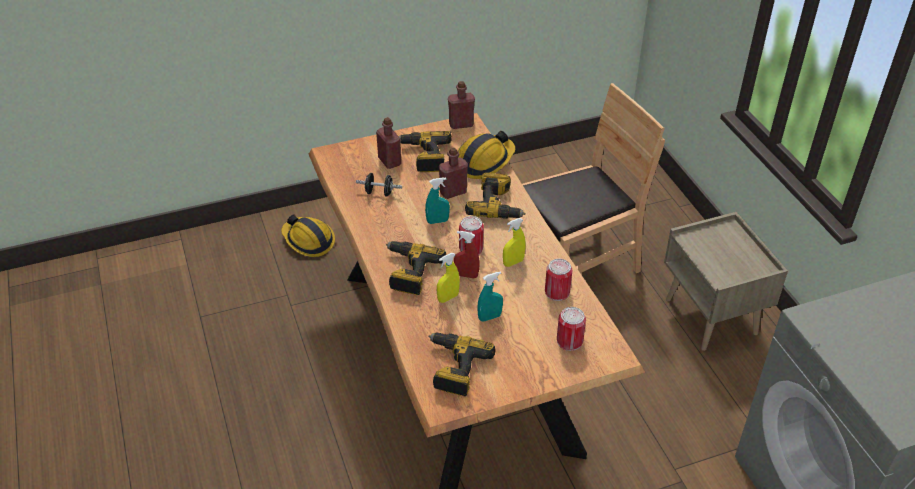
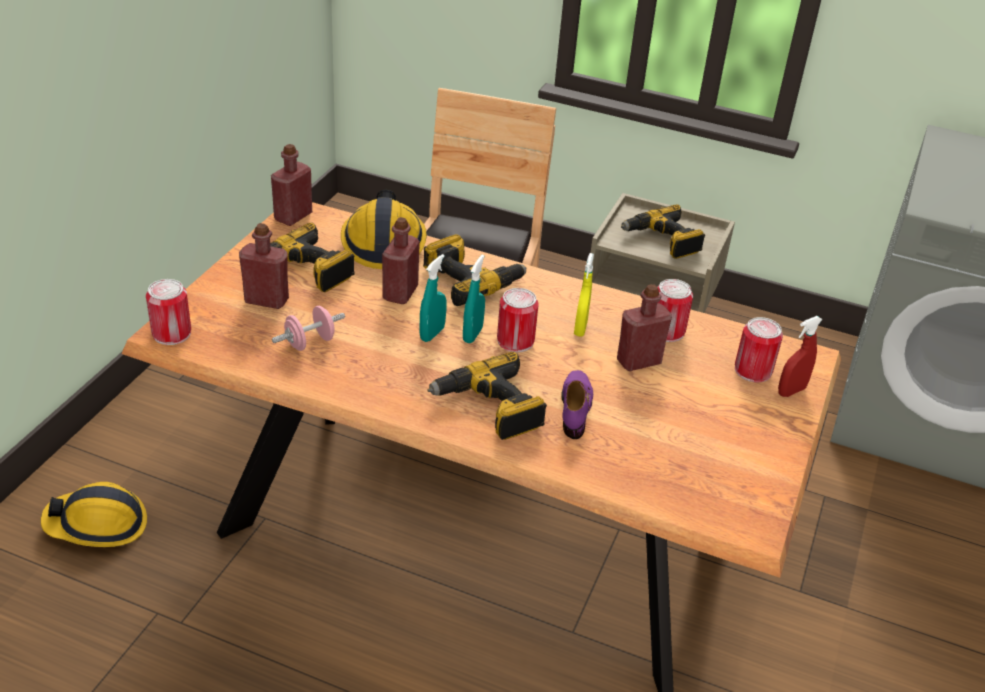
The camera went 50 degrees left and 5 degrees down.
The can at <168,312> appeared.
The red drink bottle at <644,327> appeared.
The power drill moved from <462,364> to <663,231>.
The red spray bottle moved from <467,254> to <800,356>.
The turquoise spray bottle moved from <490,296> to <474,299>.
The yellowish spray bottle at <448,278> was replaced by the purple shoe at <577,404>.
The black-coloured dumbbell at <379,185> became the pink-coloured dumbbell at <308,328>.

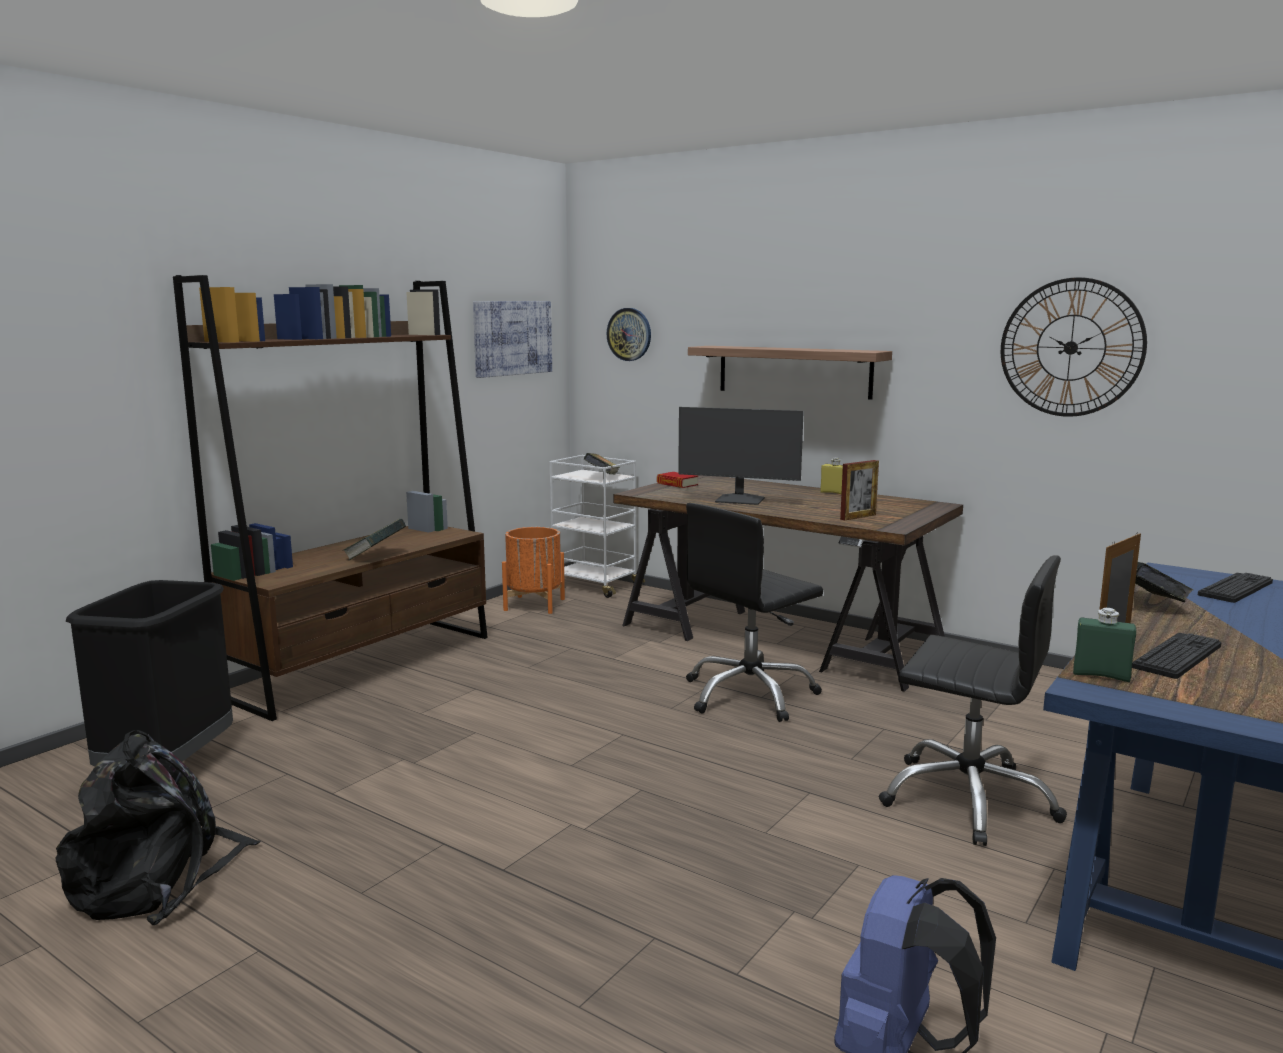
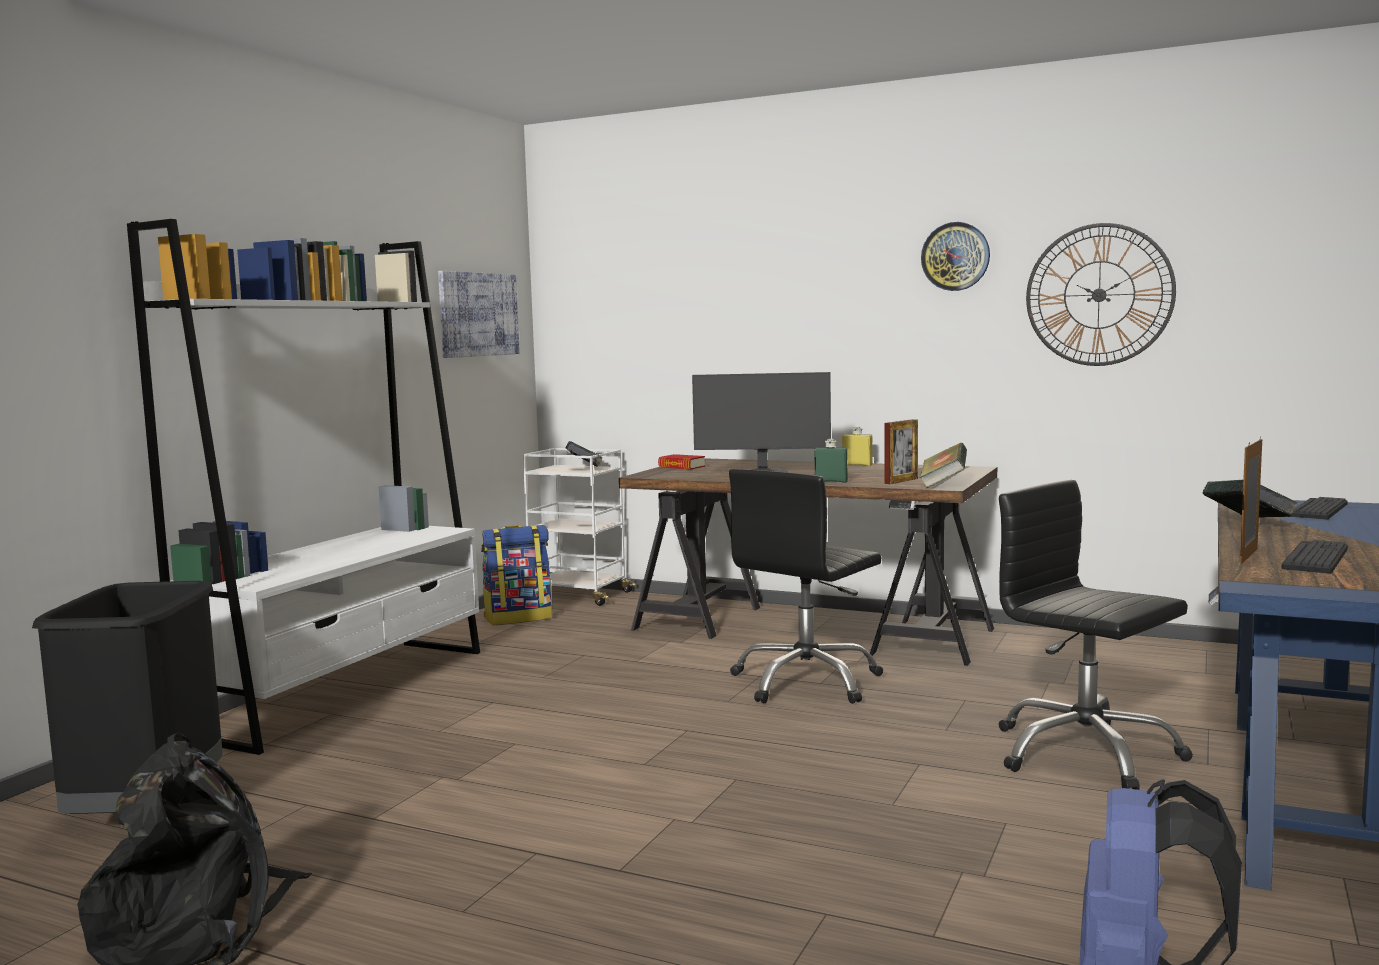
The camera went 10 degrees left and 5 degrees down.
The wall shelf at <790,373> disappeared.
The book moved from <374,539> to <943,465>.
The wall clock moved from <629,334> to <955,256>.
The green-coloured drink bottle moved from <1104,645> to <831,461>.
The orange-coloured planter at <533,570> was replaced by the backpack at <516,575>.
The brown-coloured bookshelf at <330,498> became the white bookshelf at <303,487>.
The black-coloured desk chair at <973,700> turned 150 degrees counterclockwise.

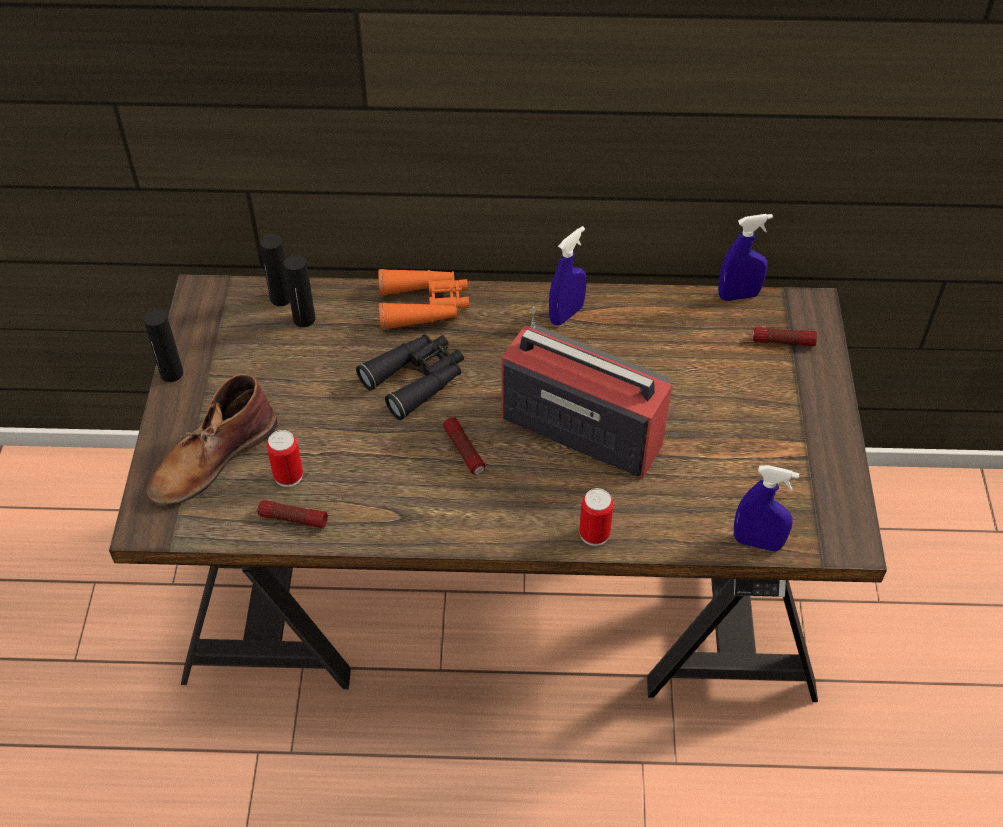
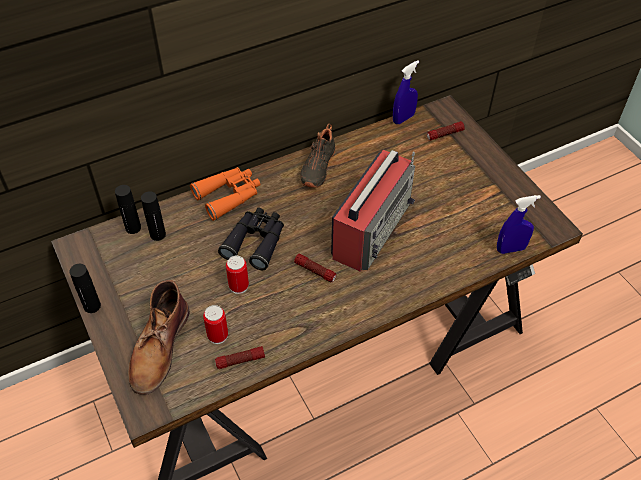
The camera went 30 degrees left and 0 degrees up.
The can moved from <596,517> to <237,275>.
The blue spray bottle at <567,275> was replaced by the black-coloured shoe at <318,156>.
The radio at <587,392> turned 120 degrees clockwise.

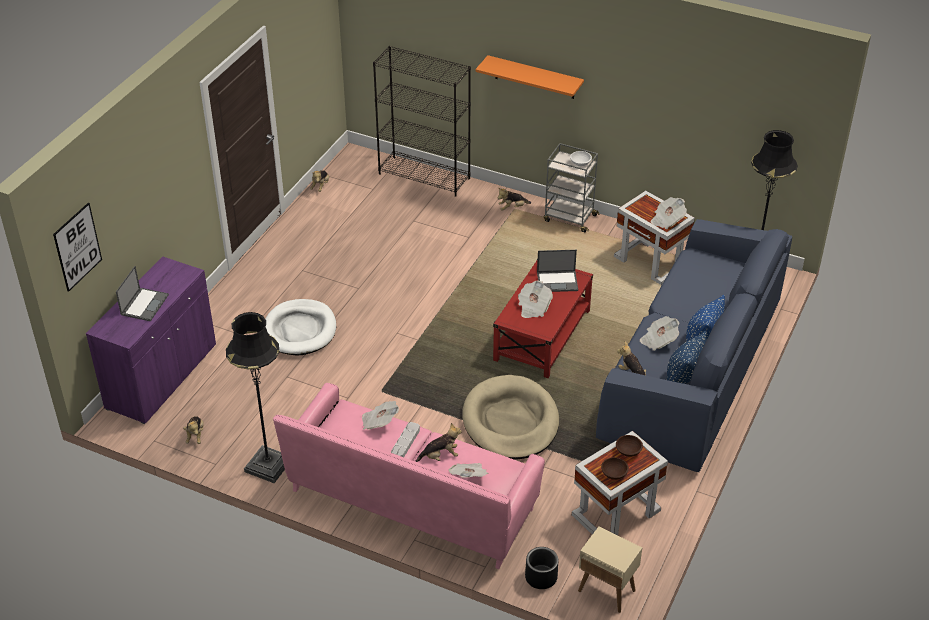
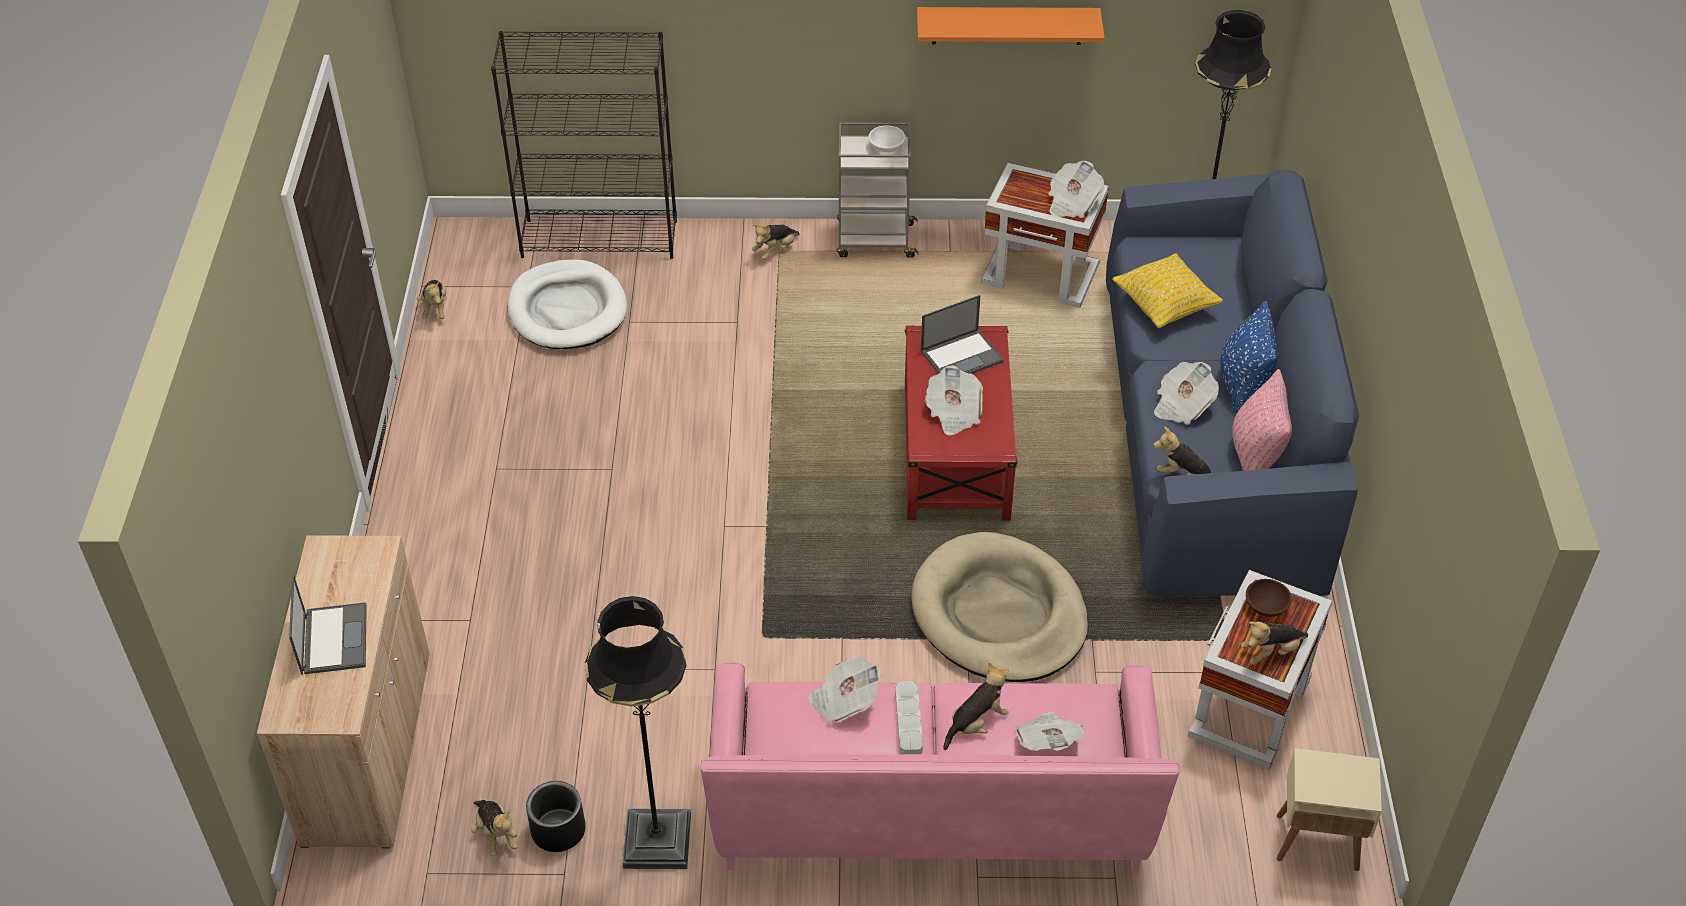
The camera went 25 degrees left and 5 degrees up.
The wall picture at <77,247> disappeared.
The yellowish pillow at <1167,291> appeared.
The white dog bed moved from <300,327> to <567,304>.
The orange-coloured wall shelf moved from <529,77> to <1011,26>.
The black-coloured planter moved from <541,568> to <556,816>.
The brown-coloured deep dish at <615,468> was replaced by the soft toy at <1274,643>.
The purple cabinet at <151,340> became the beige-coloured cabinet at <343,692>.
The blue pillow at <687,357> became the pink-coloured pillow at <1262,420>.

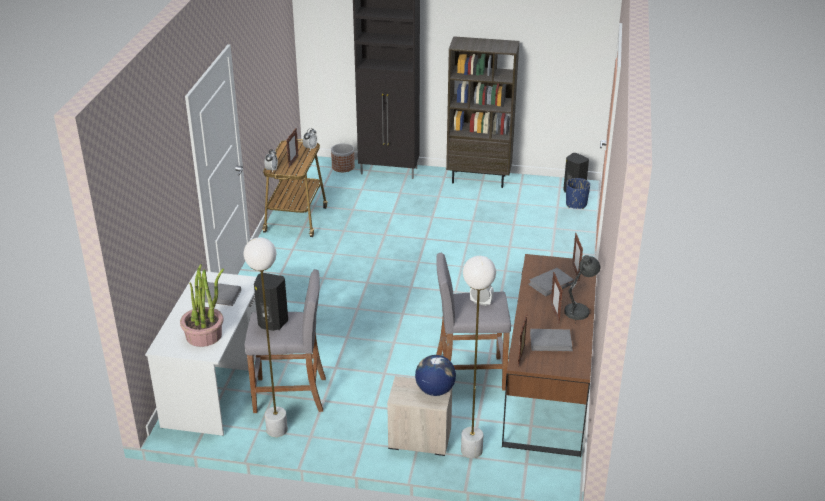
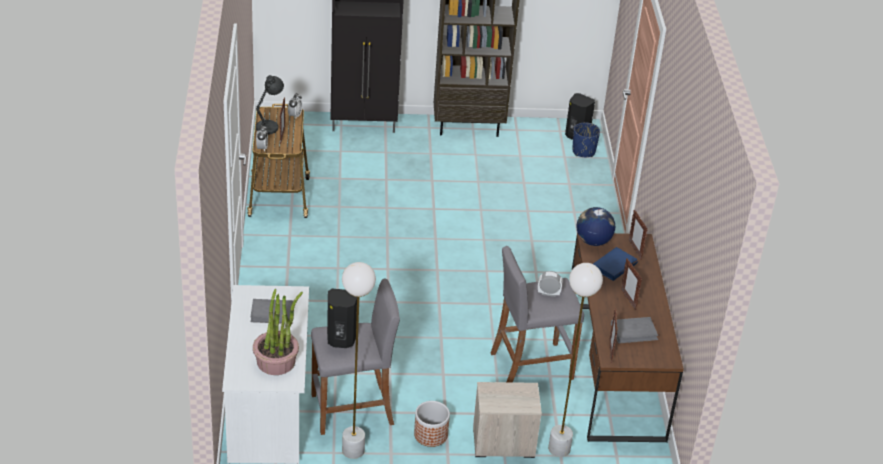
The camera went 15 degrees left and 5 degrees up.
The planter moved from <343,157> to <432,424>.
The desk globe moved from <435,375> to <596,226>.
The grey tabletop lamp moved from <582,290> to <270,105>.
The grey book at <551,282> became the blue book at <615,264>.

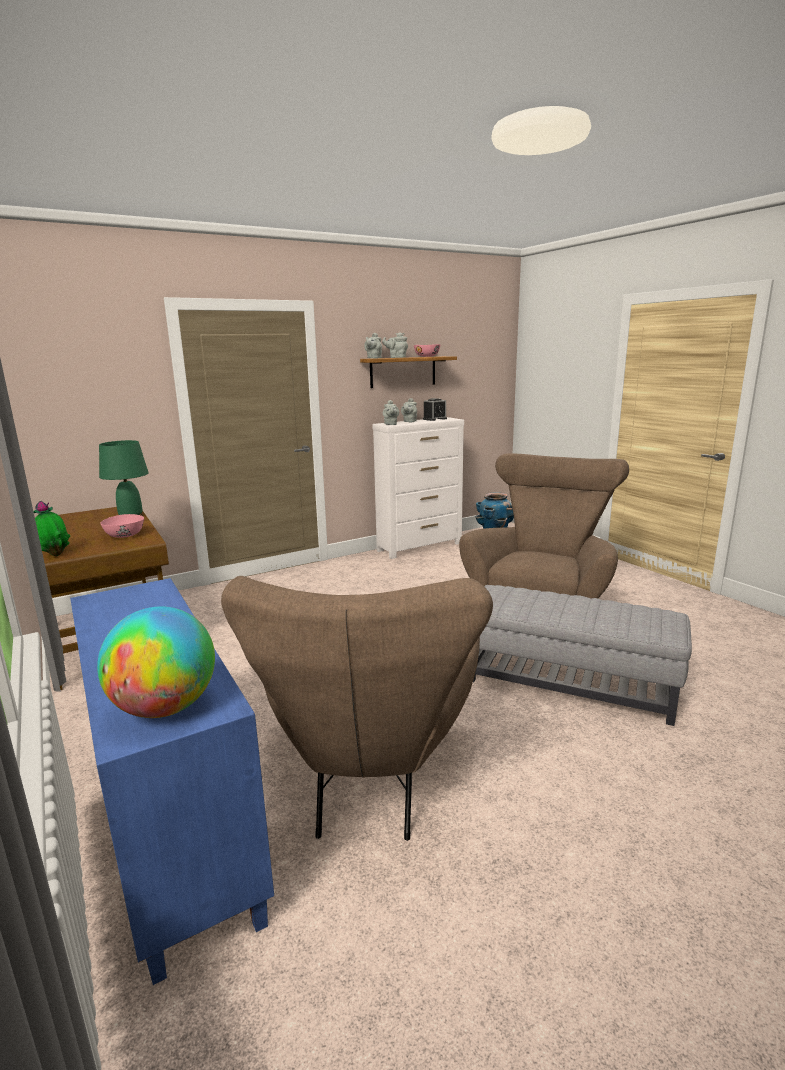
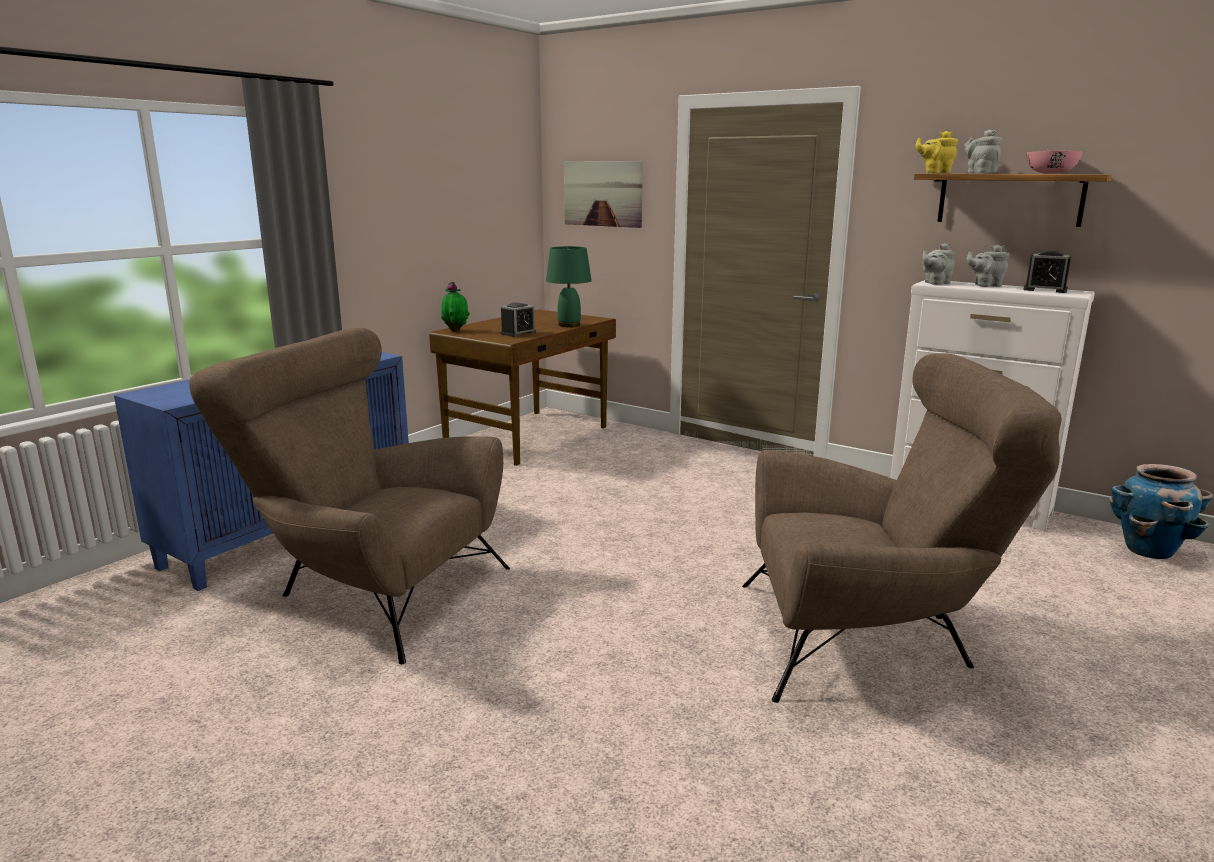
The camera went 65 degrees right and 0 degrees up.
The desk globe at <156,662> disappeared.
The grey pouffe at <582,655> disappeared.
The wall picture at <603,194> appeared.
The pink-coloured deep dish at <122,526> was replaced by the bedside clock at <518,319>.
The grey teapot at <373,345> became the yellowish teapot at <936,152>.
The brown-coloured armchair at <357,708> turned 45 degrees clockwise.

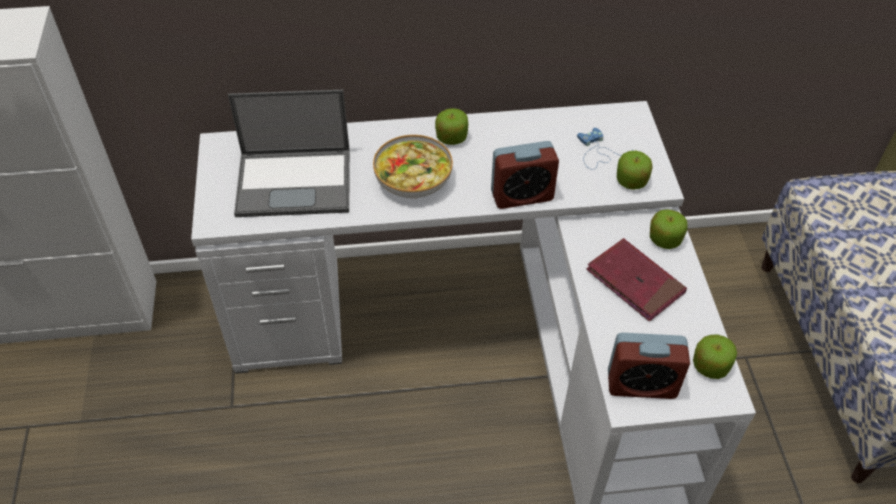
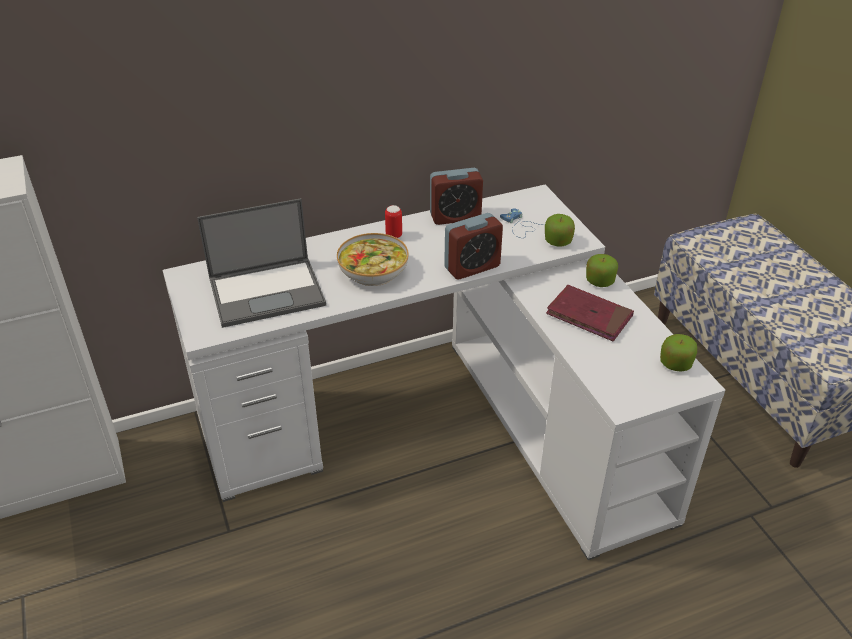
The camera went 15 degrees left and 10 degrees down.
The bedside clock moved from <649,366> to <456,196>.
The apple at <451,126> was replaced by the can at <393,221>.

